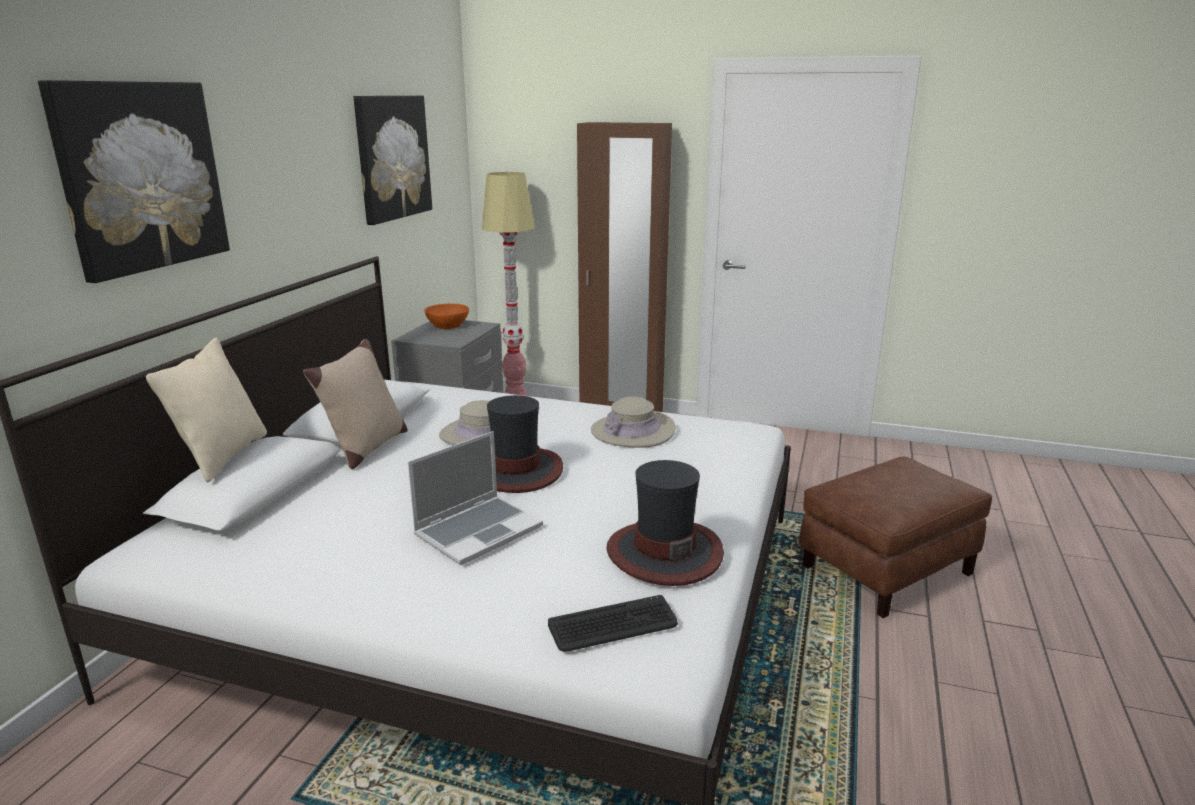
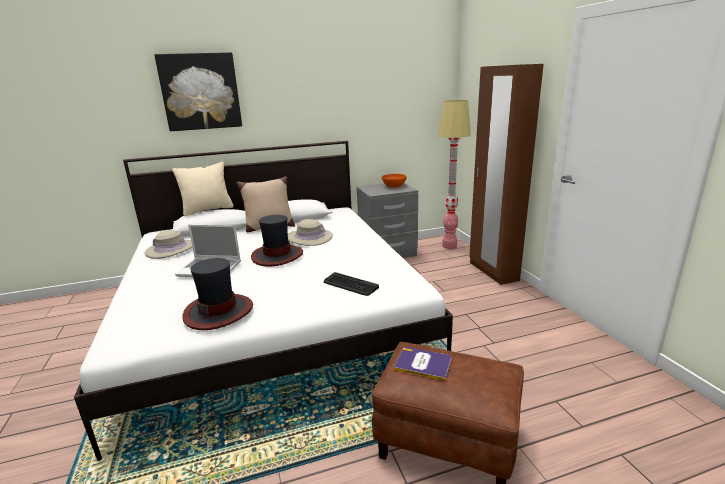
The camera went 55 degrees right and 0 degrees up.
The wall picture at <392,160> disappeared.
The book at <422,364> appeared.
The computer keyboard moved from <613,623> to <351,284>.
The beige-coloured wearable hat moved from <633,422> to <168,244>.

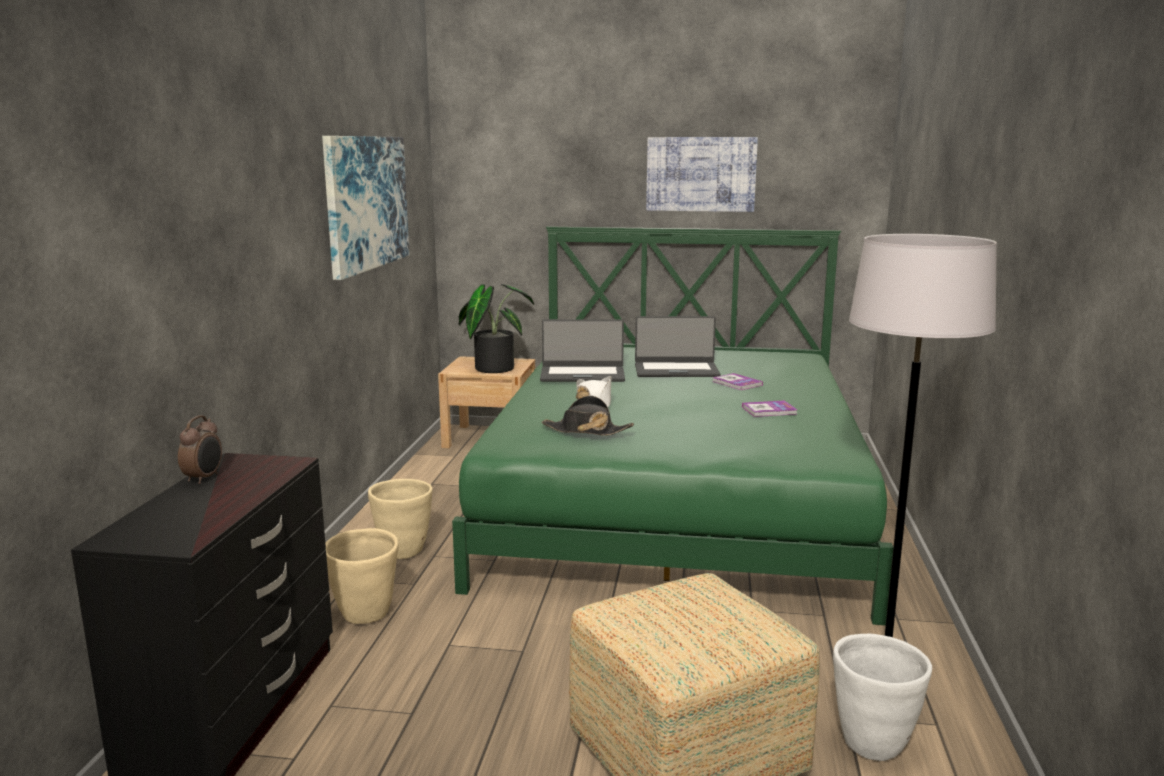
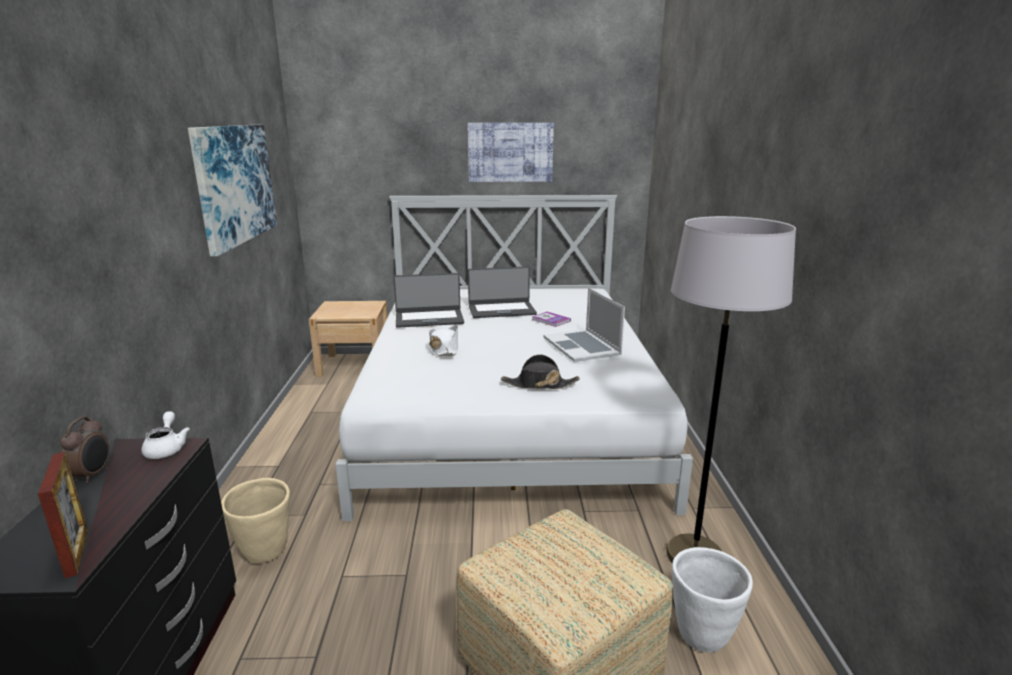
The camera went 10 degrees left and 5 degrees up.
The beige-coloured planter at <400,519> disappeared.
The houseplant at <496,328> disappeared.
The standing frame at <63,515> appeared.
The white teapot at <166,435> appeared.
The black-coloured wearable hat moved from <588,416> to <540,371>.
The book at <769,409> was replaced by the notebook computer at <584,325>.
The green-coloured bed at <672,425> became the white bed at <514,358>.

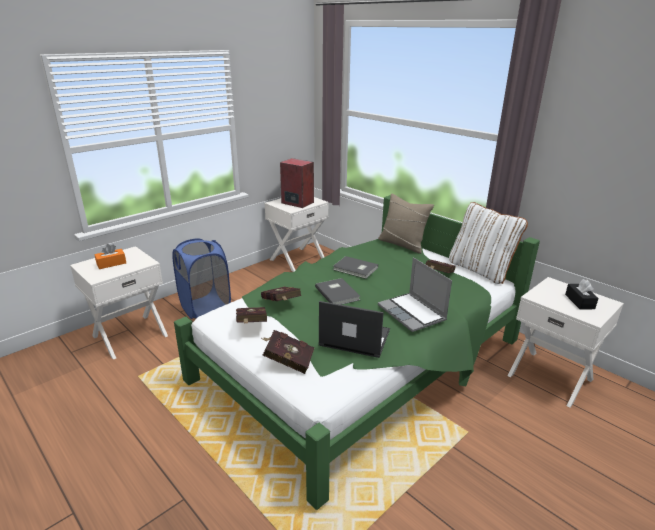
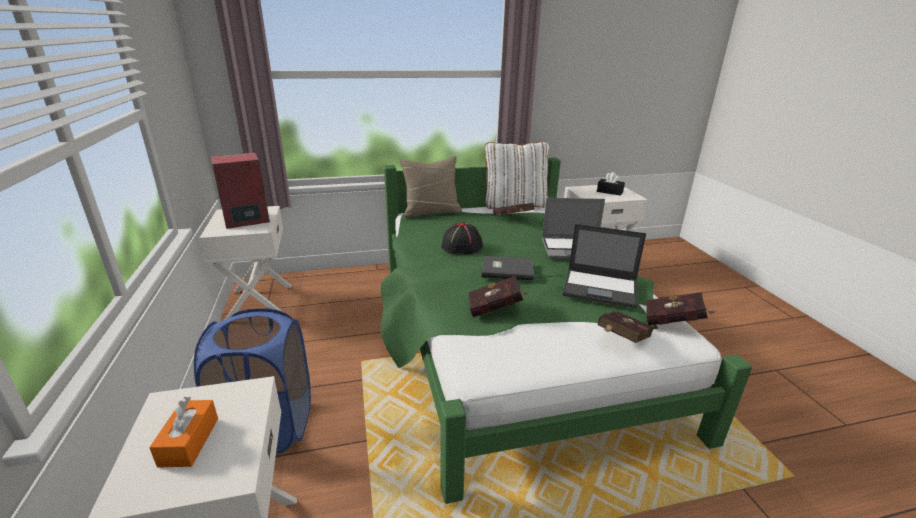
The camera went 60 degrees left and 0 degrees up.
The red book moved from <251,315> to <681,308>.
The grey book at <355,267> was replaced by the black-coloured wearable hat at <462,238>.
The notebook computer at <354,329> turned 120 degrees counterclockwise.

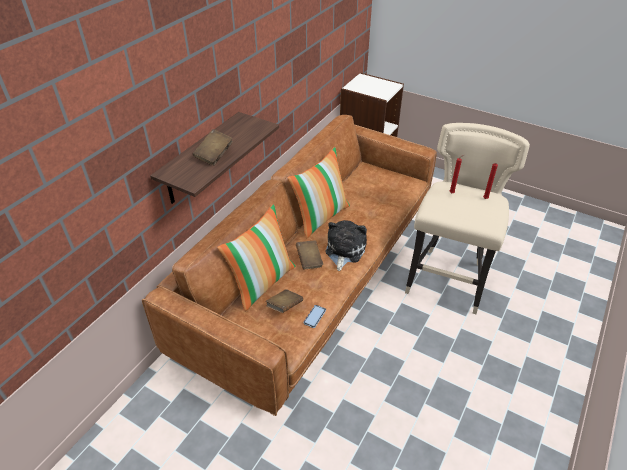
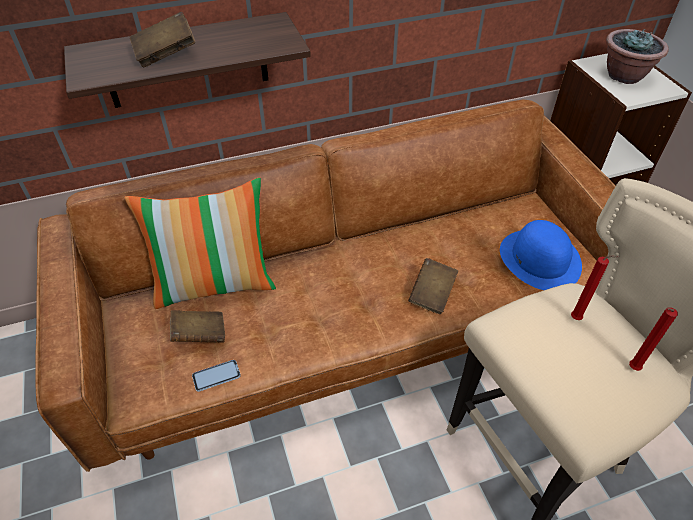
The camera went 40 degrees right and 5 degrees up.
The pillow at <318,192> disappeared.
The soft toy at <346,245> disappeared.
The blue wearable hat at <541,255> appeared.
The houseplant at <637,56> appeared.
The brown-coloured book moved from <309,254> to <433,286>.

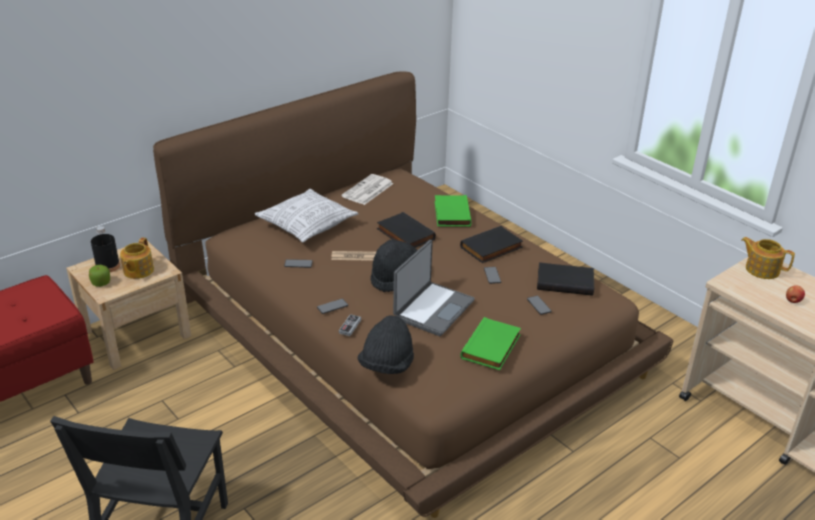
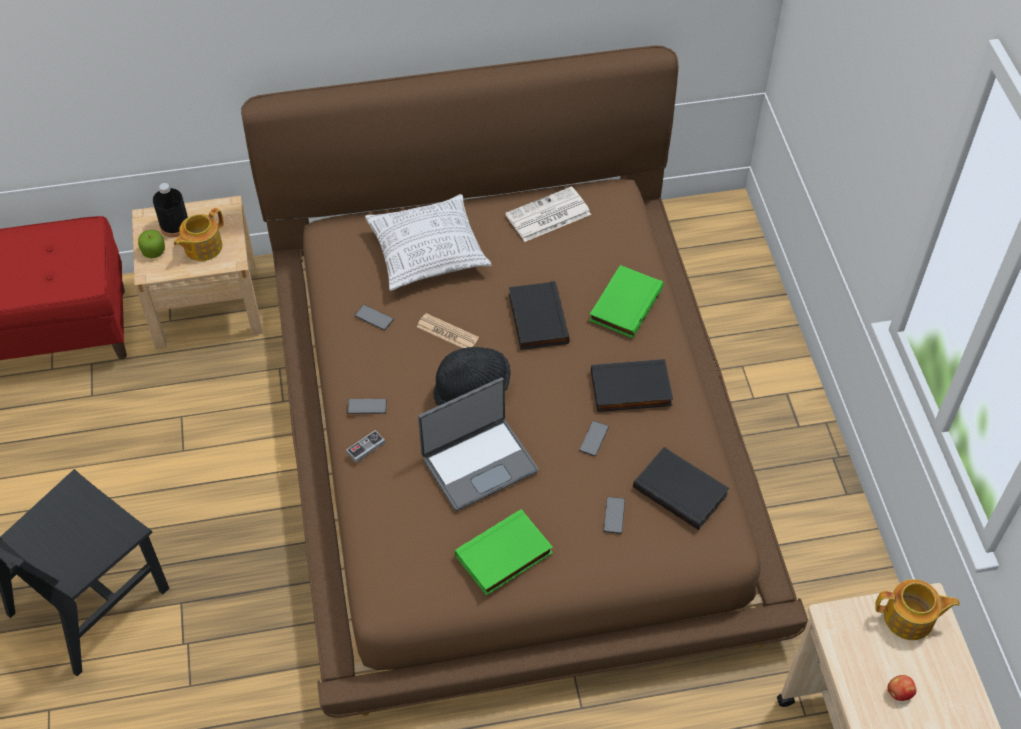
The camera went 30 degrees right and 20 degrees up.
The black-coloured wearable hat at <386,344> disappeared.
The teapot at <768,258> turned 120 degrees clockwise.

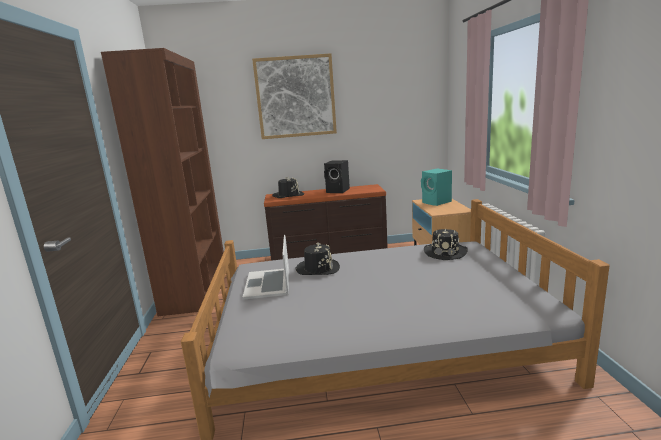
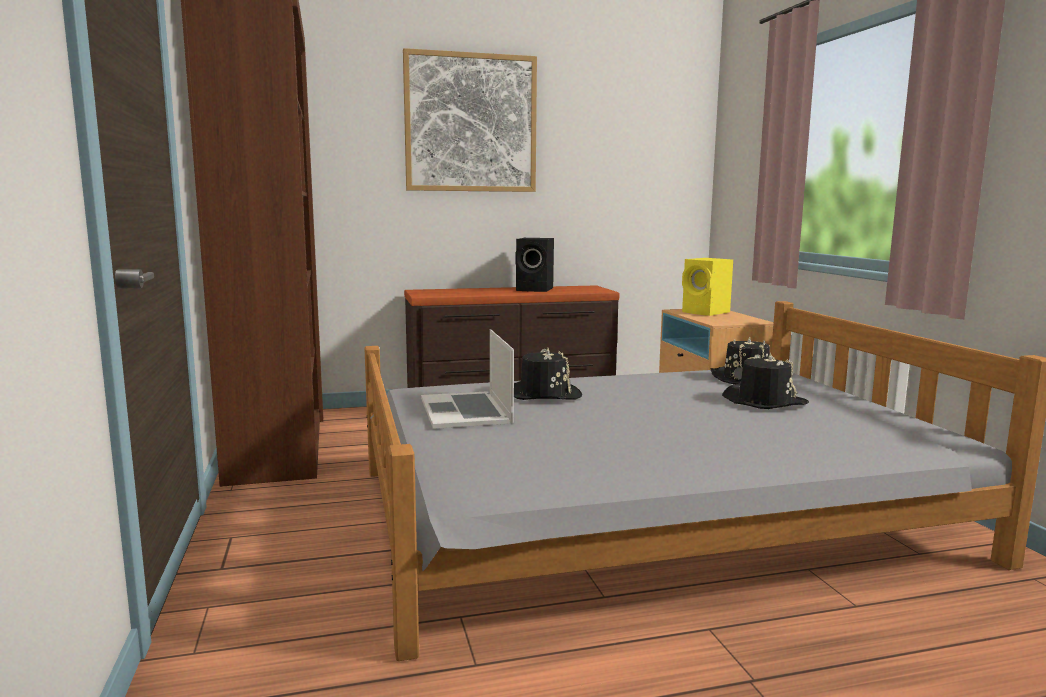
The camera went 10 degrees left and 5 degrees down.
The black-coloured wearable hat moved from <288,187> to <765,381>.
The turquoise audio speaker at <436,187> became the yellowish audio speaker at <707,287>.

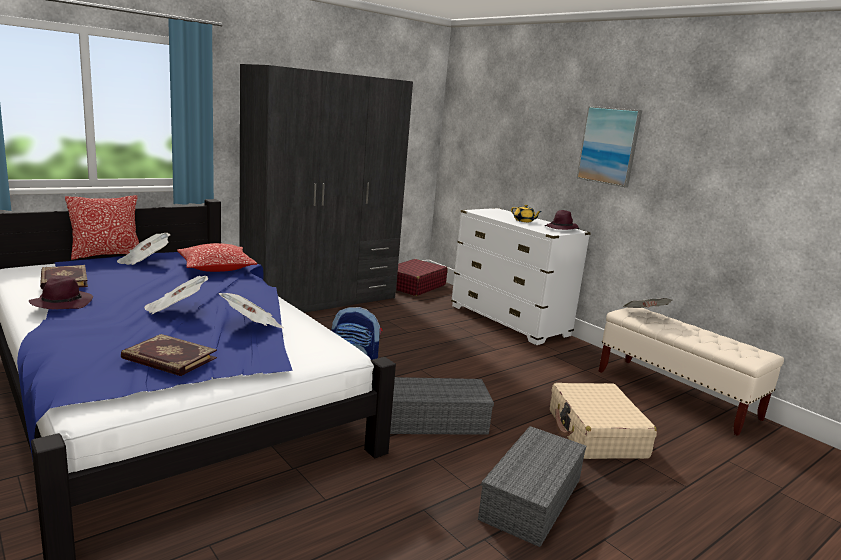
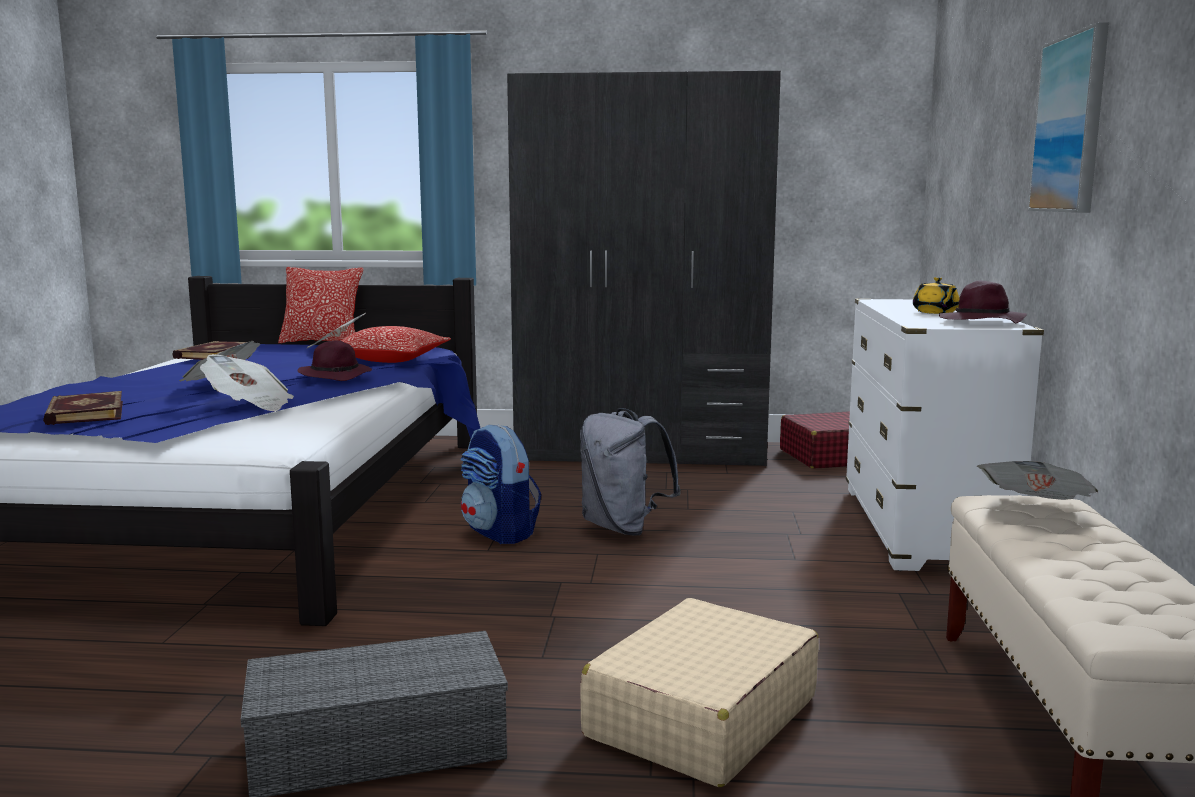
The camera went 45 degrees right and 5 degrees down.
The grey storage box at <442,406> disappeared.
The grey backpack at <630,472> appeared.
The purple wearable hat moved from <61,292> to <334,360>.

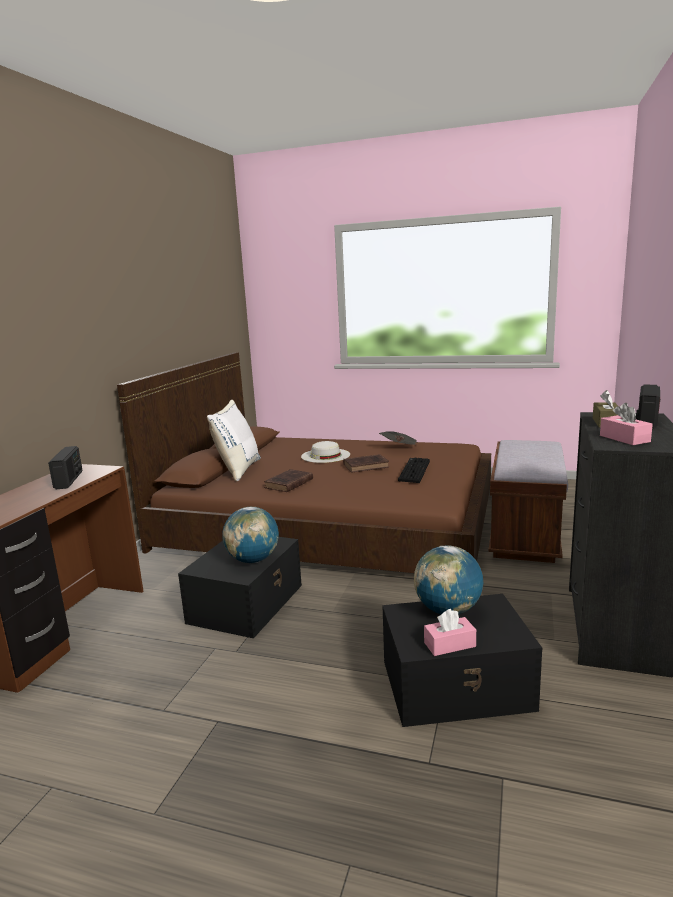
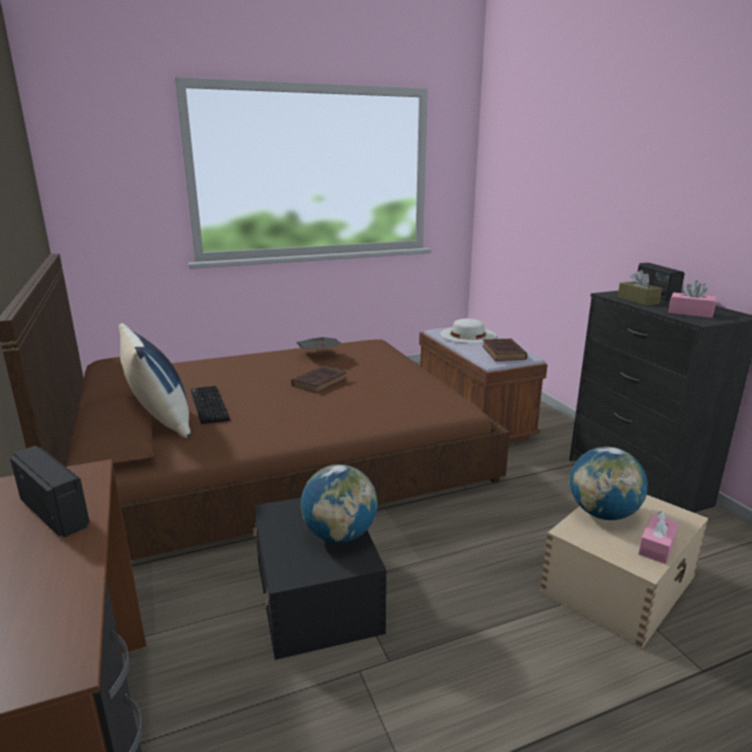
The camera went 40 degrees left and 5 degrees up.
The brown-coloured book moved from <288,480> to <504,350>.
The white wearable hat moved from <325,452> to <468,330>.
The computer keyboard moved from <414,470> to <210,405>.
The white pillow at <234,441> became the blue pillow at <155,380>.
The black-coloured storage box at <462,660> became the beige-coloured storage box at <624,572>.

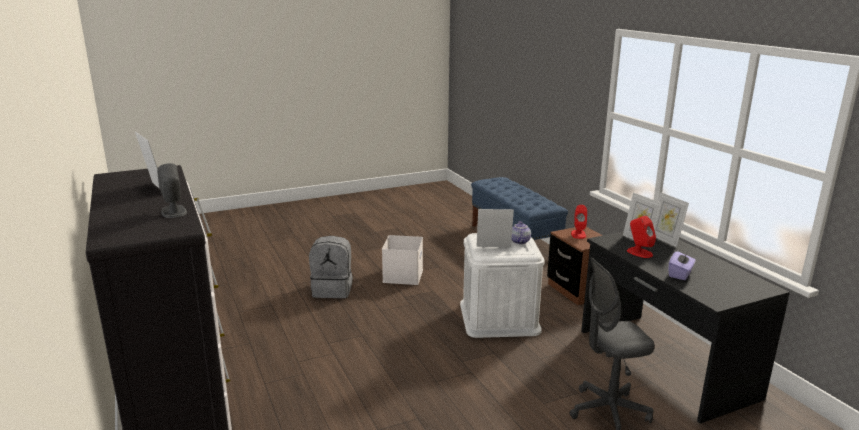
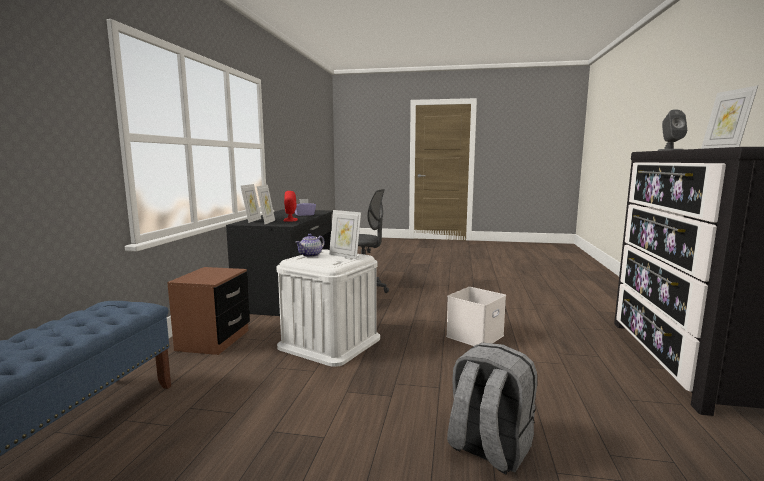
The camera went 145 degrees left and 10 degrees down.
The red audio speaker at <579,222> disappeared.
The white storage box moved from <402,260> to <476,316>.

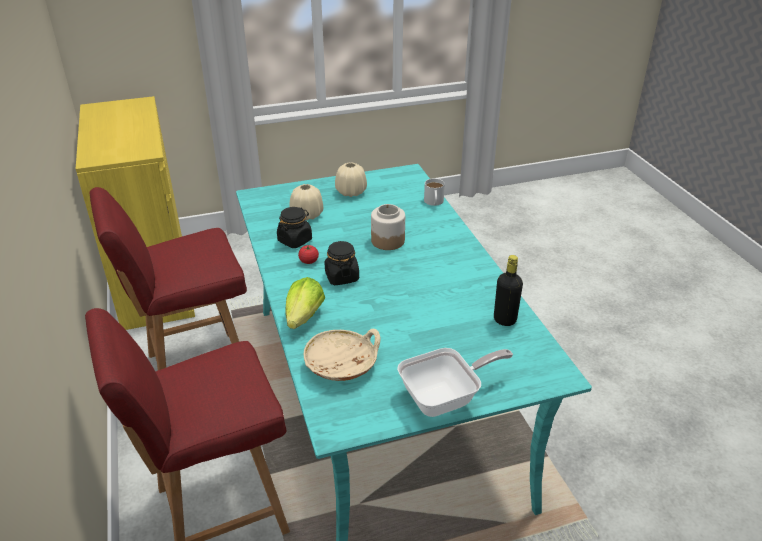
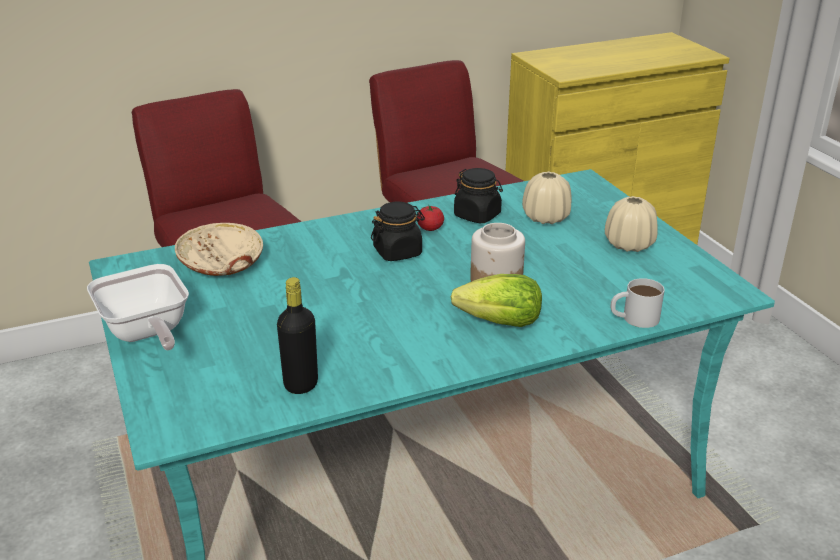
The camera went 85 degrees right and 5 degrees down.
The lettuce head moved from <305,303> to <496,300>.

